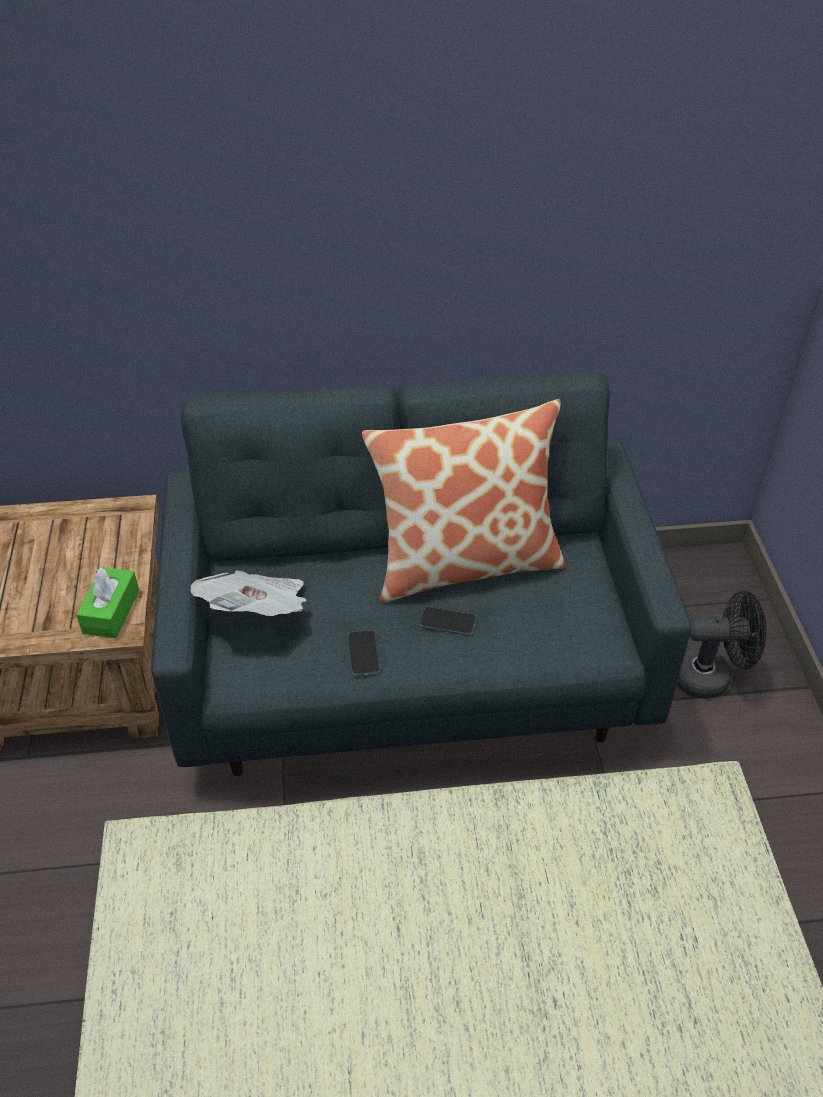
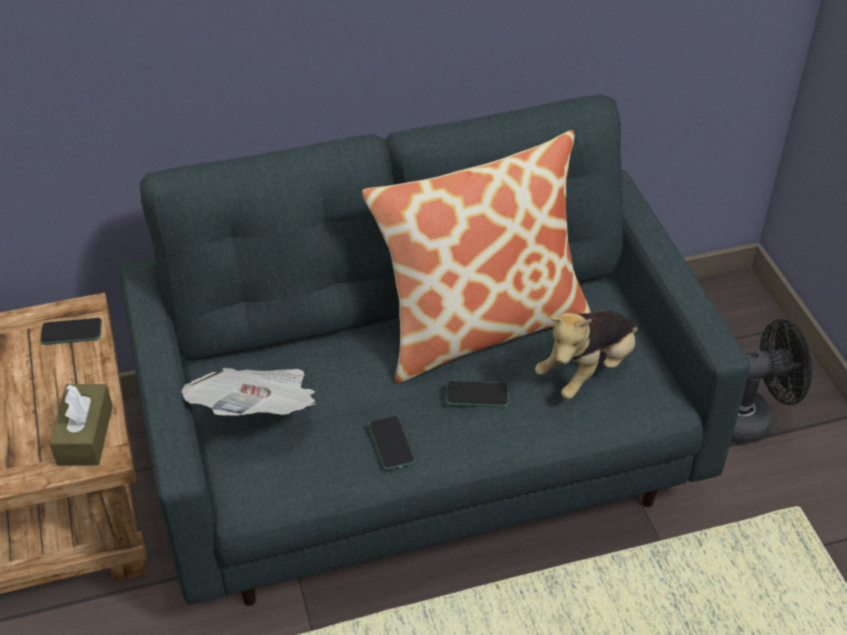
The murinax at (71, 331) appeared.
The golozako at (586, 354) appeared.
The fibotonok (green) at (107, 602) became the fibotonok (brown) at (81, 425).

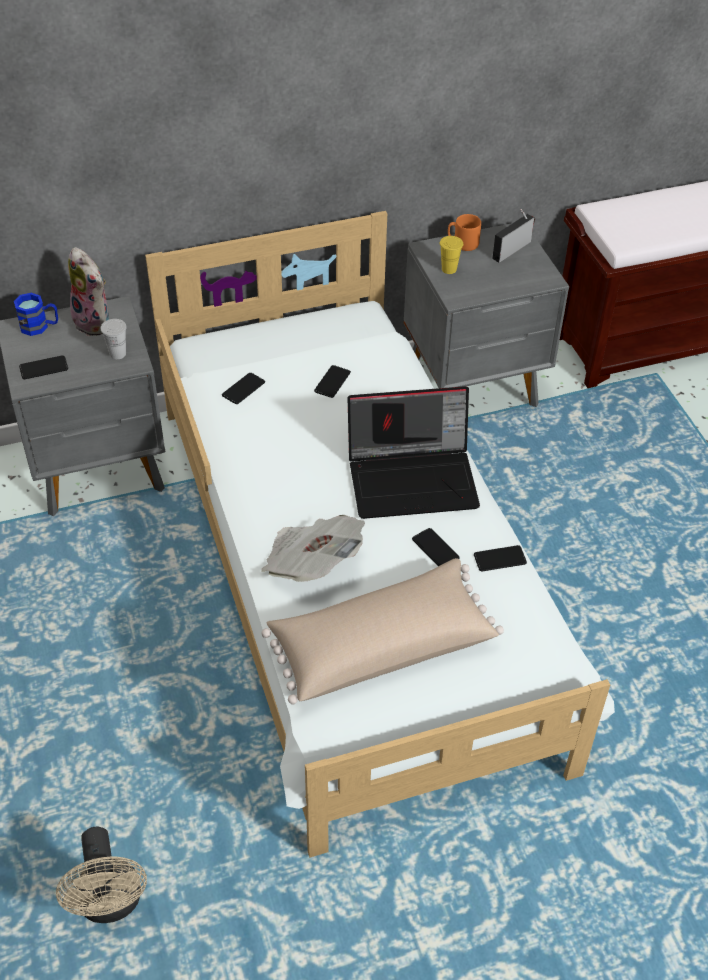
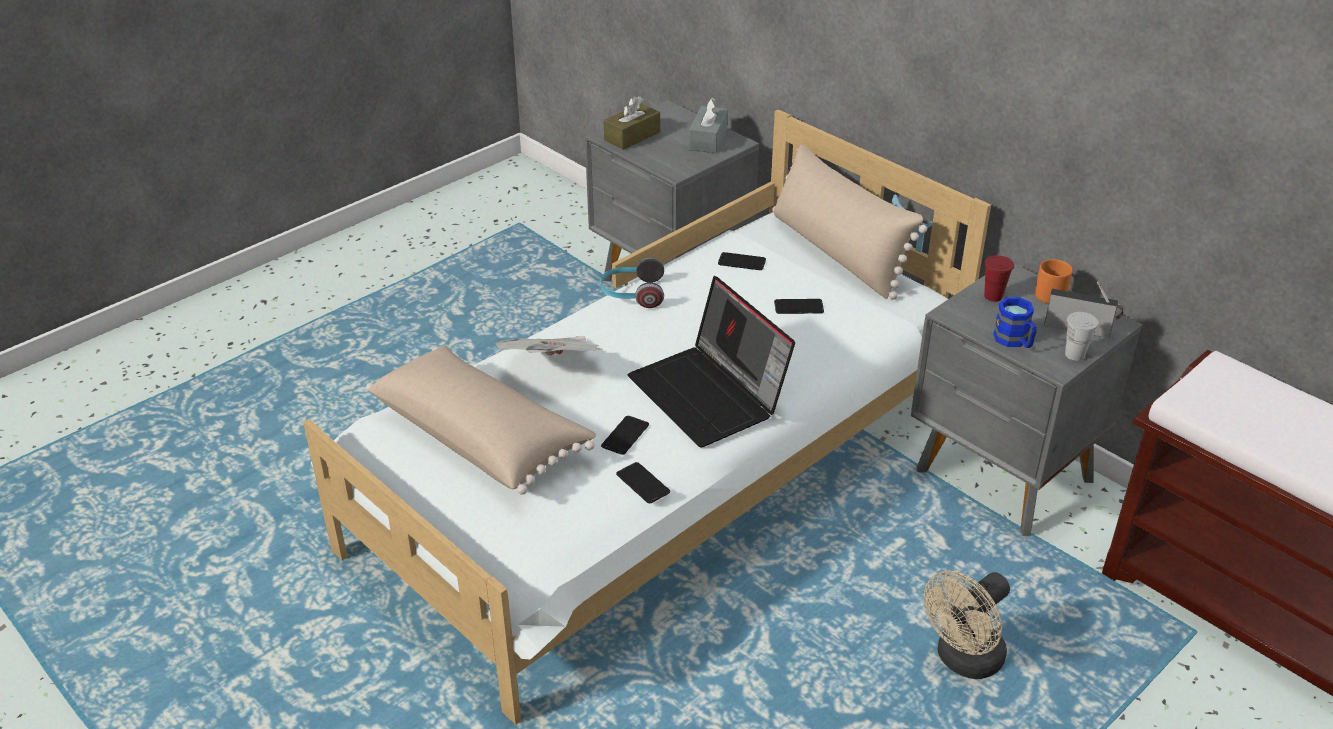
The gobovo at (632, 283) appeared.
The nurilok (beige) at (849, 222) appeared.
The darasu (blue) moved from (36, 314) to (1015, 322).
The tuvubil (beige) moved from (101, 875) to (966, 625).
The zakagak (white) moved from (114, 339) to (1082, 336).
The murinax at (43, 367) was replaced by the fibotonok (brown) at (632, 123).
The golozako at (88, 291) was replaced by the fibotonok (grey) at (708, 125).
The zakagak (yellow) at (451, 255) became the zakagak (red) at (999, 278).

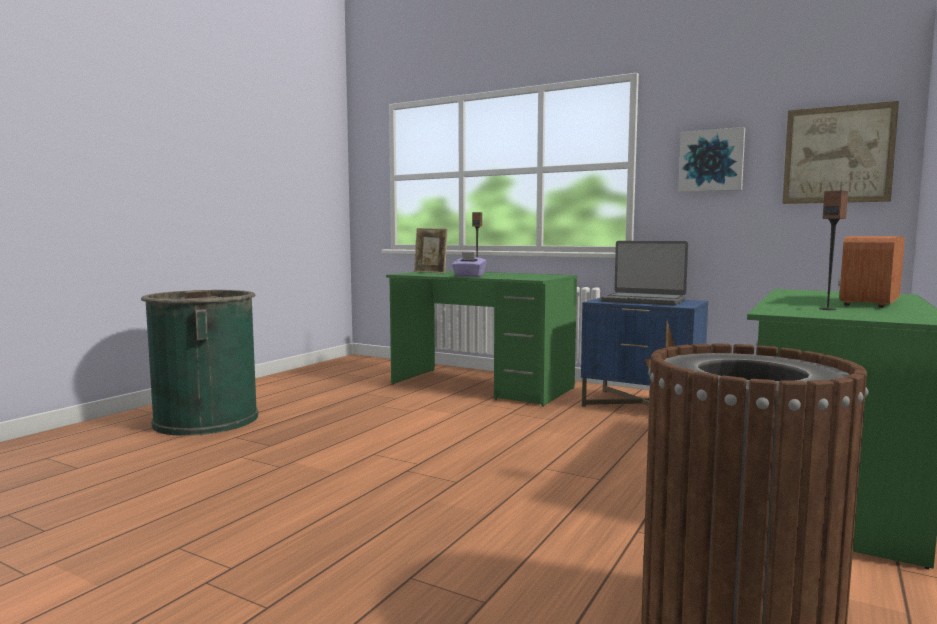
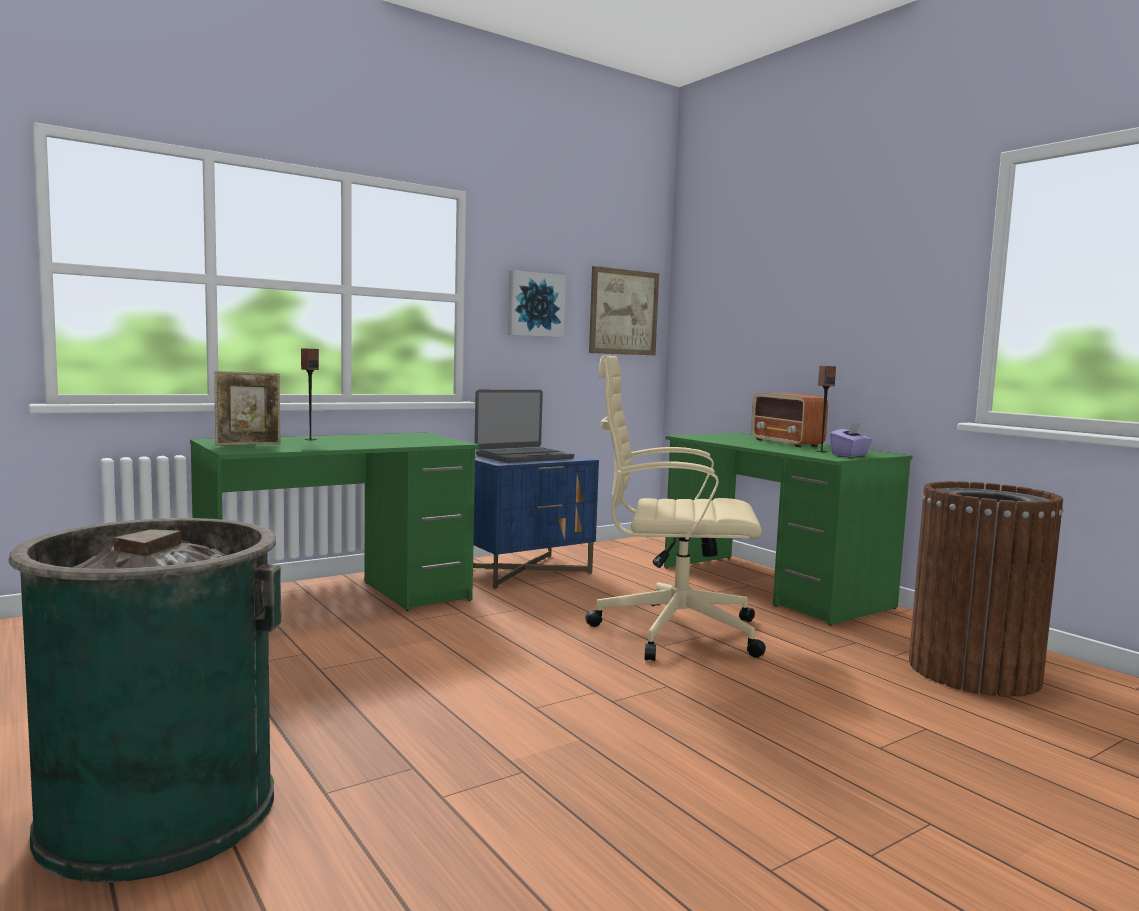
The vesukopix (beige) at (675, 508) appeared.
The fibotonok (purple) moved from (469, 264) to (851, 440).

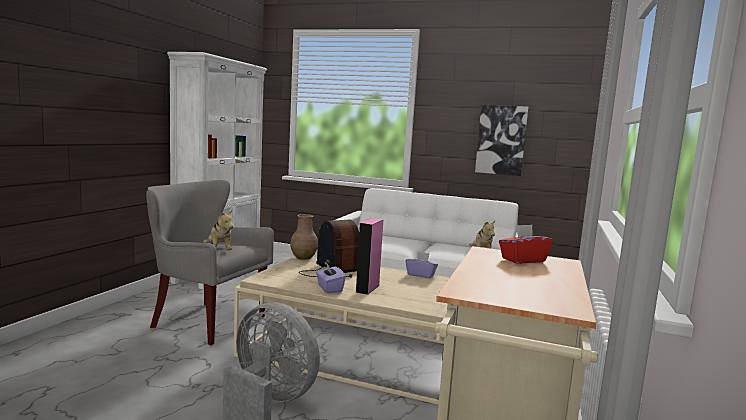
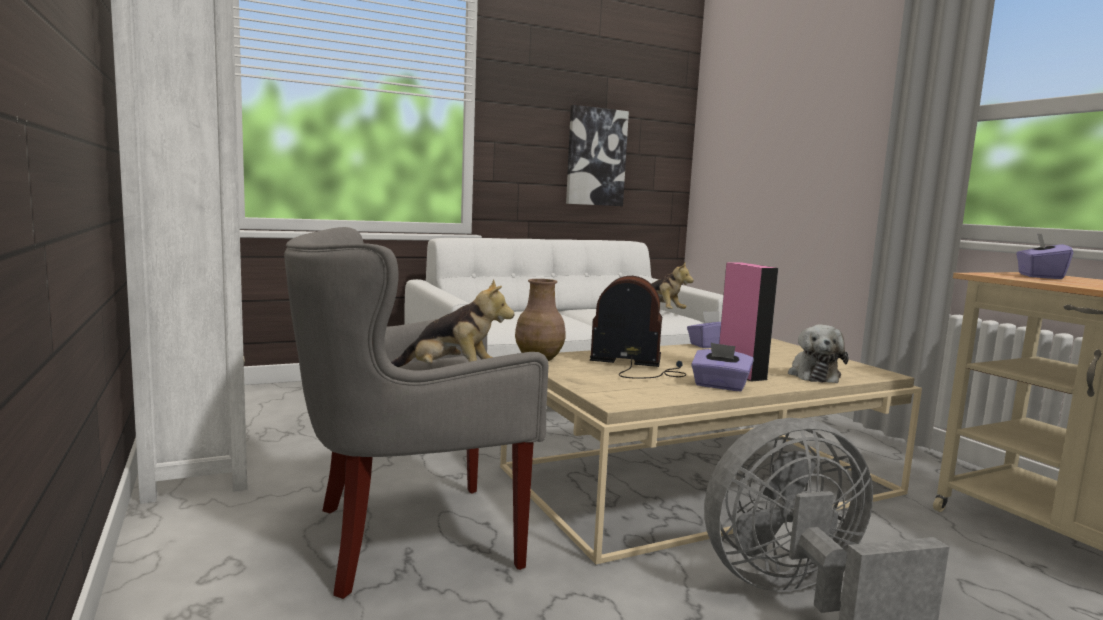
The golozako at (818, 353) appeared.
The fibotonok (red) at (526, 244) became the fibotonok (purple) at (1044, 256).

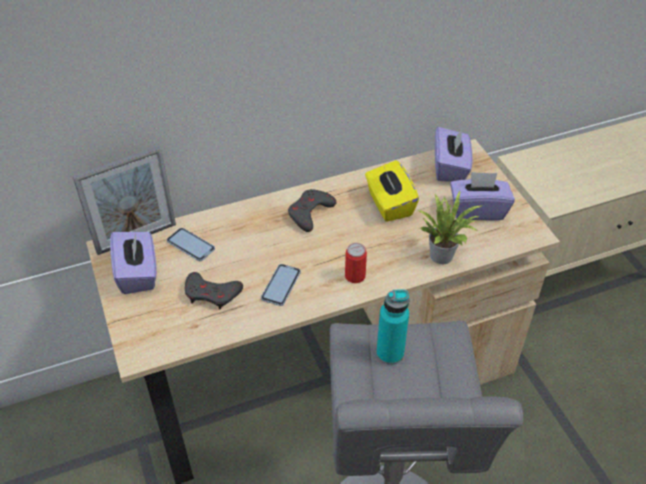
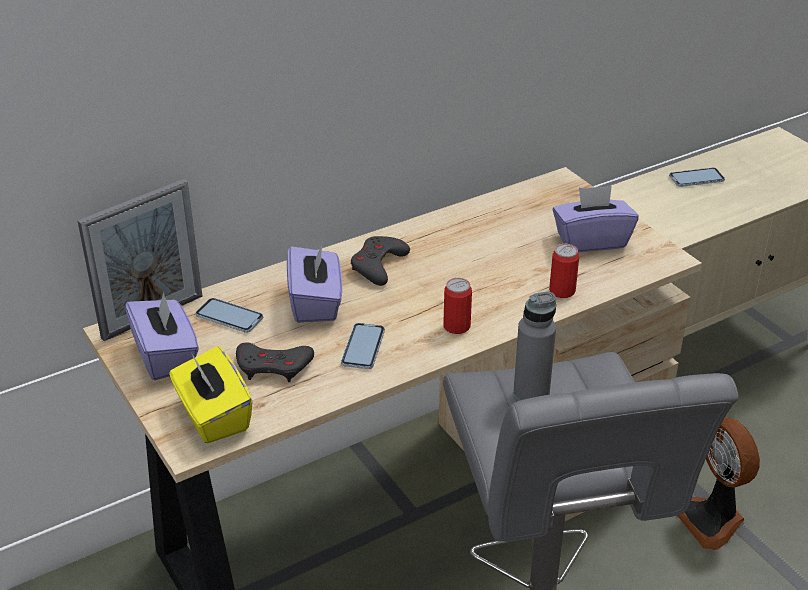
The murinax at (697, 177) appeared.
The tuvubil at (718, 483) appeared.
The fibotonok (yellow) moved from (392, 191) to (211, 395).
The fibotonok (purple) moved from (453, 154) to (314, 282).
The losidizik at (449, 227) was replaced by the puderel at (564, 271).
The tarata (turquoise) at (392, 327) became the tarata (grey) at (534, 346).

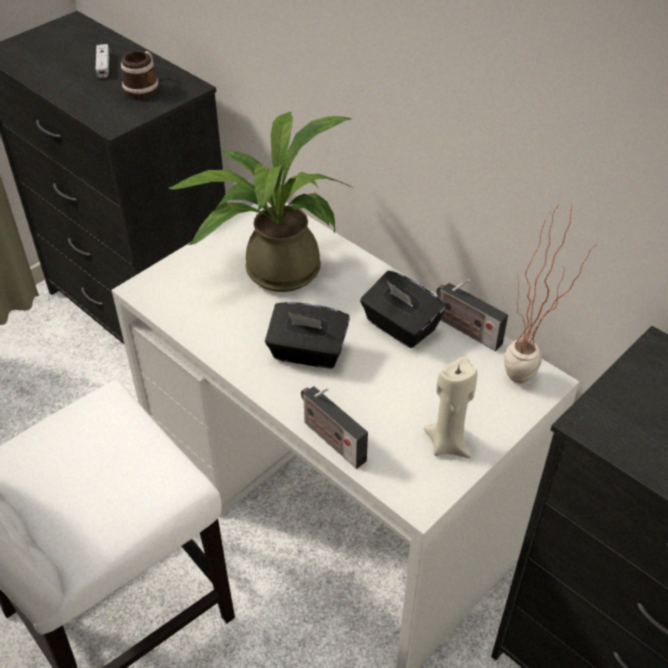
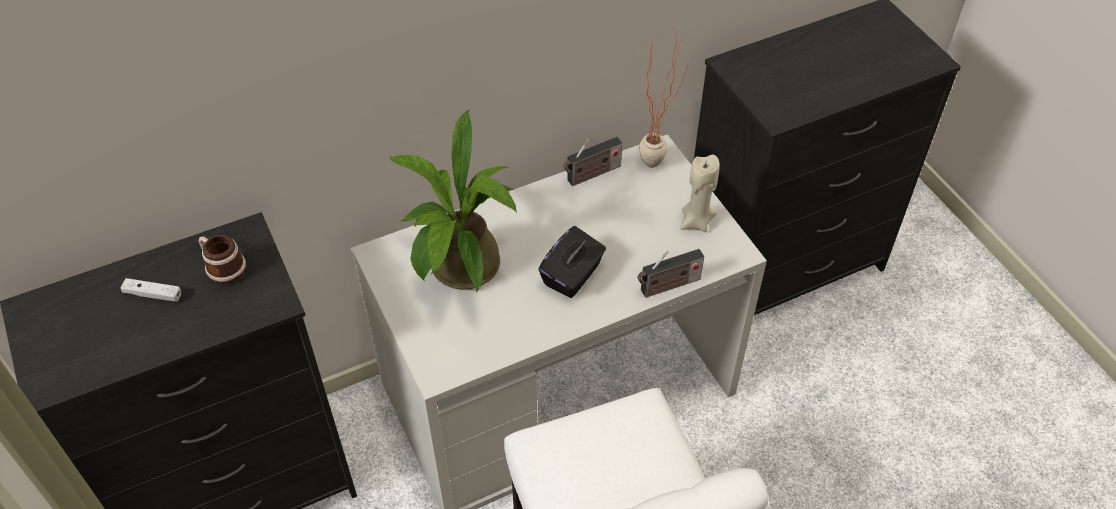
The fibotonok (black) at (402, 309) disappeared.

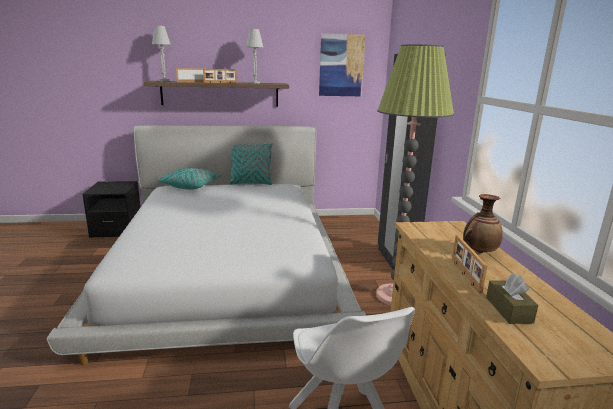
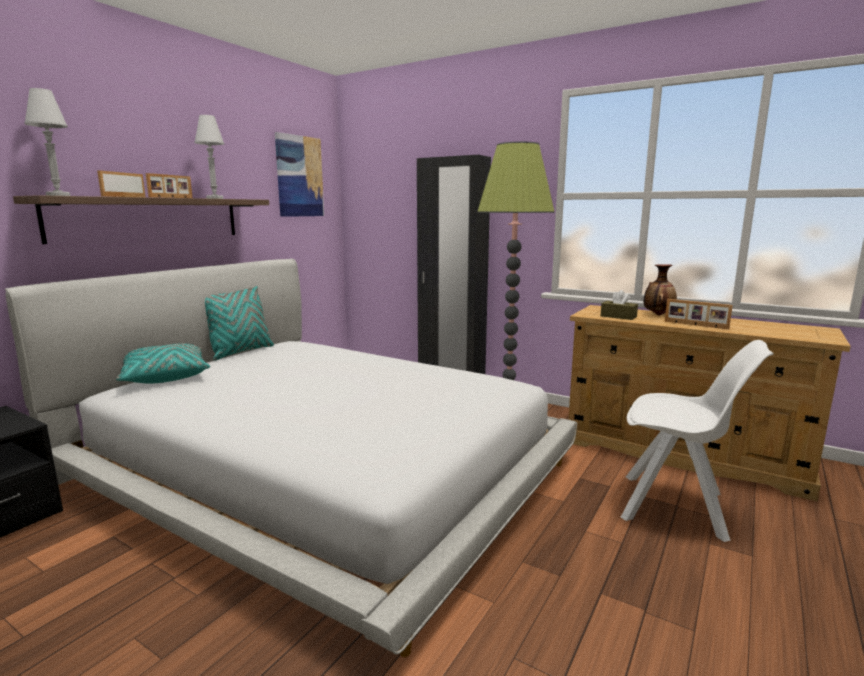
The fibotonok (brown) moved from (512, 298) to (619, 305).

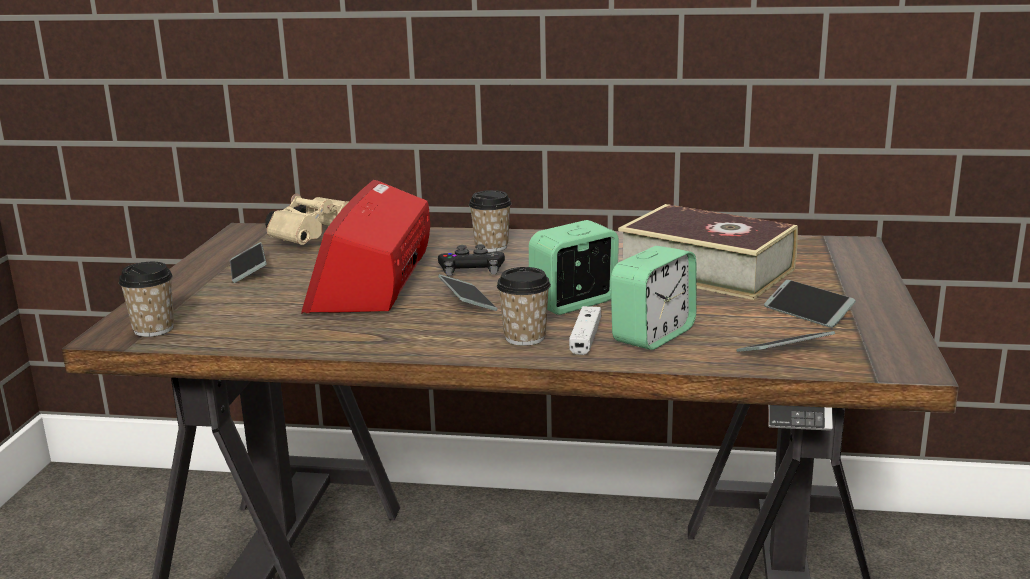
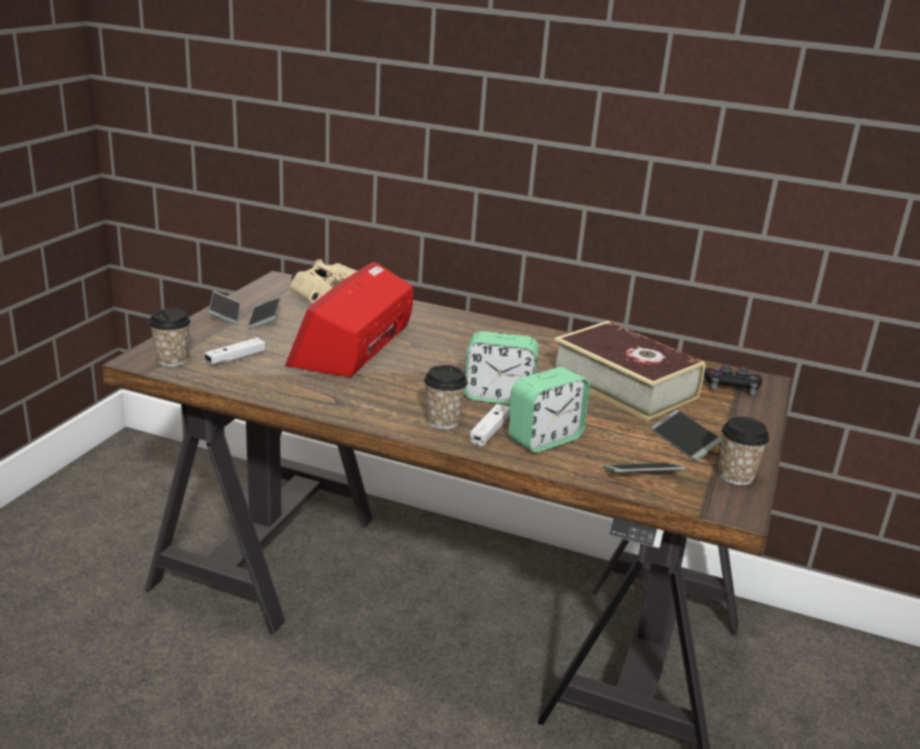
The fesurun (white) at (235, 351) appeared.
The fesurun (black) moved from (471, 260) to (733, 380).
The murinax moved from (468, 292) to (224, 307).
The zakagak moved from (490, 221) to (743, 451).
The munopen at (574, 267) turned 150 degrees counterclockwise.

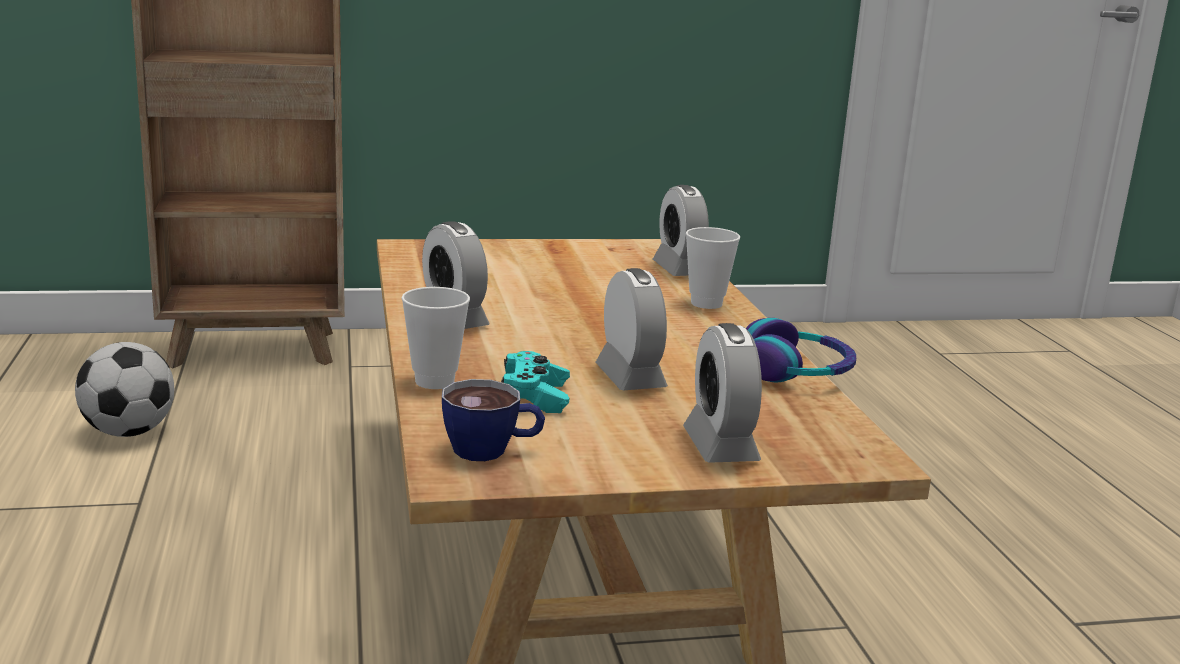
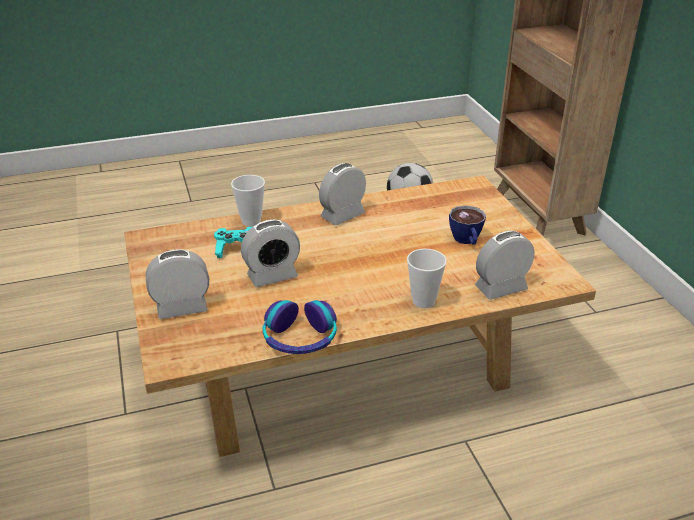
The zakagak moved from (493, 420) to (467, 225).

